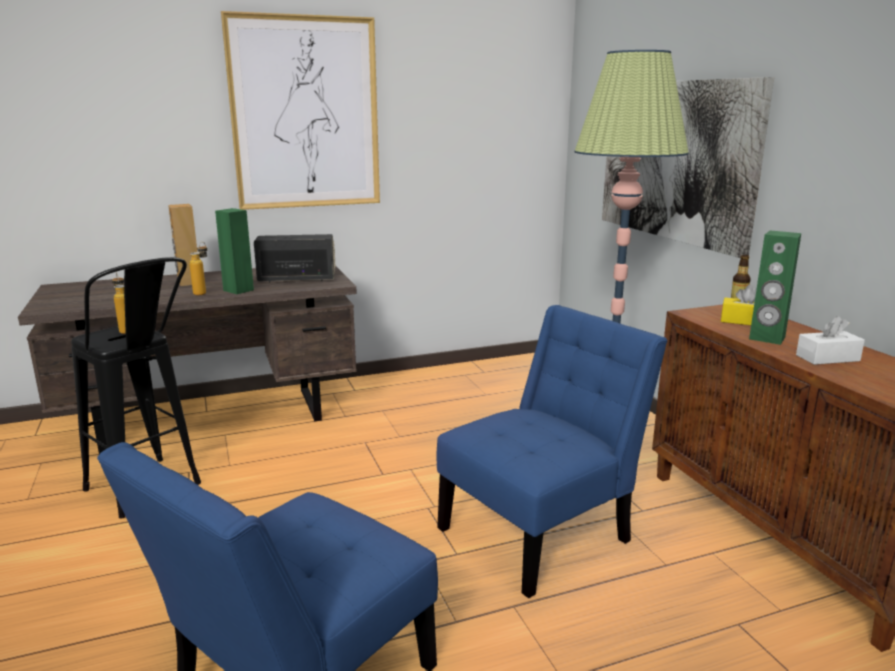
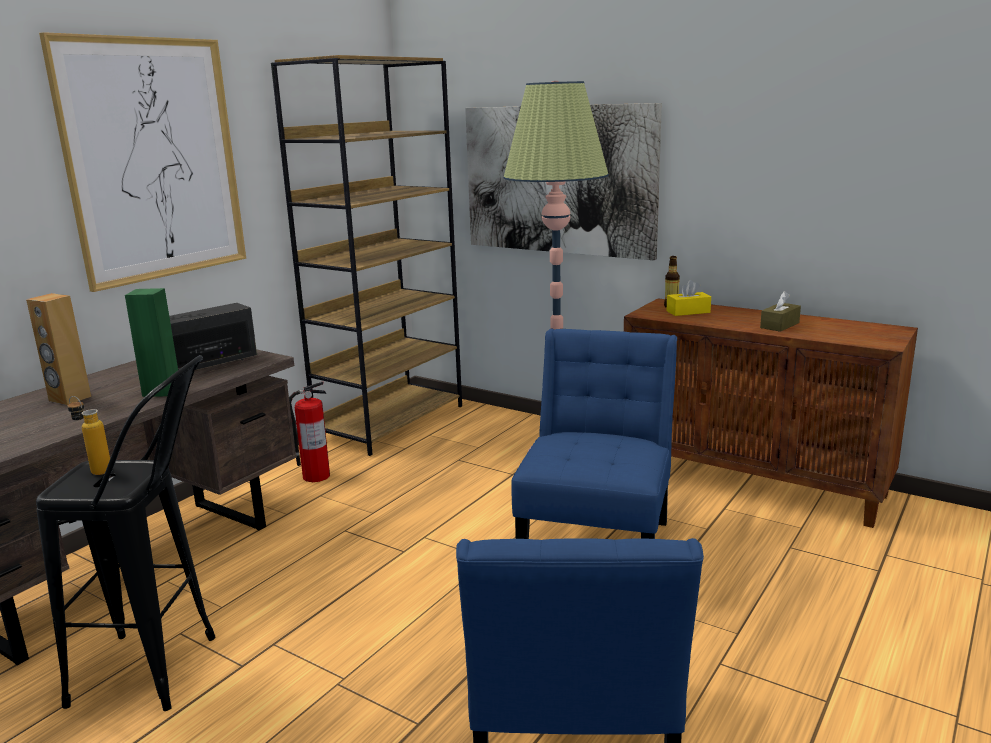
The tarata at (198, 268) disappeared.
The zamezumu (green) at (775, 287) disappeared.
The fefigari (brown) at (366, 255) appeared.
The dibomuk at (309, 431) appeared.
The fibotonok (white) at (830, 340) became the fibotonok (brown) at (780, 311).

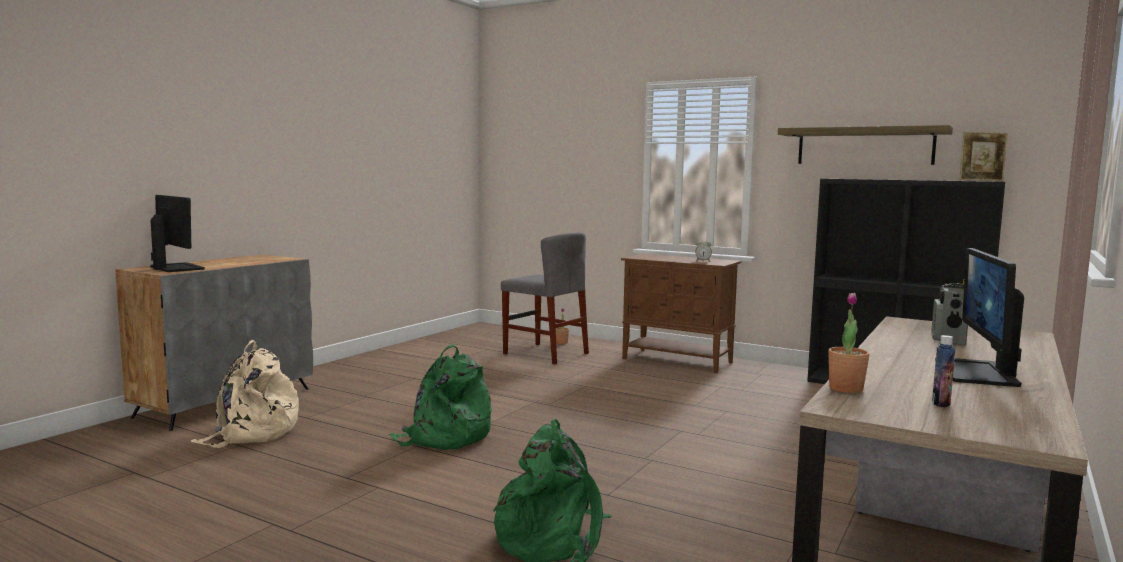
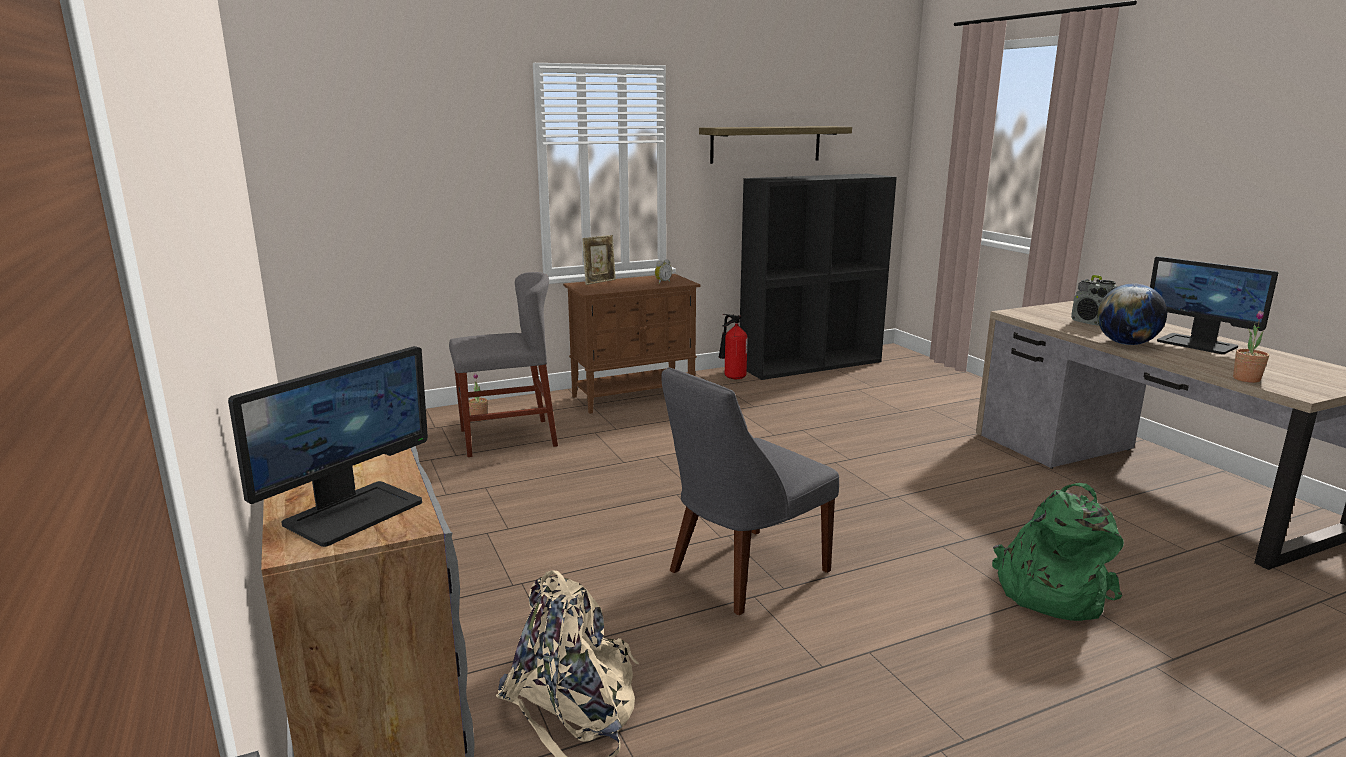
The tarata at (943, 371) disappeared.
The dibomuk at (733, 346) appeared.
The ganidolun at (1132, 314) appeared.
The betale moved from (983, 156) to (599, 260).
The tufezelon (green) at (440, 397) was replaced by the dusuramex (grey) at (750, 491).
The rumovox at (177, 233) turned 135 degrees clockwise.

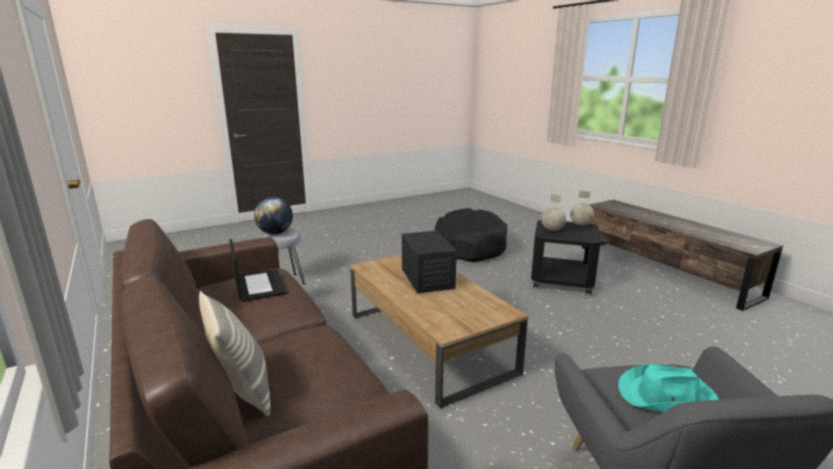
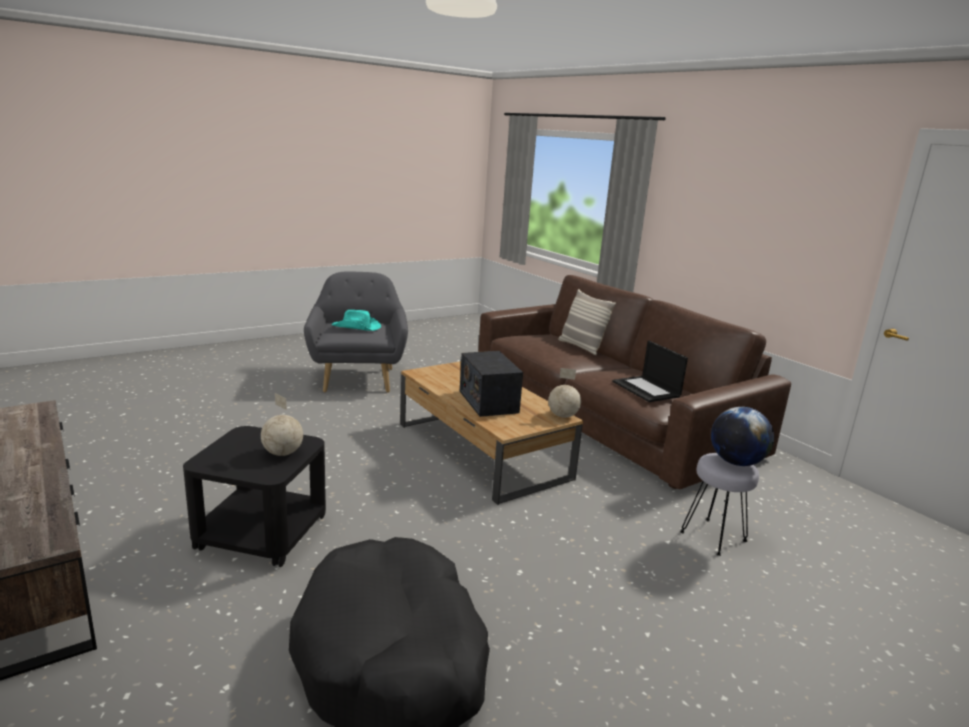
The ganidolun moved from (582, 208) to (564, 393).

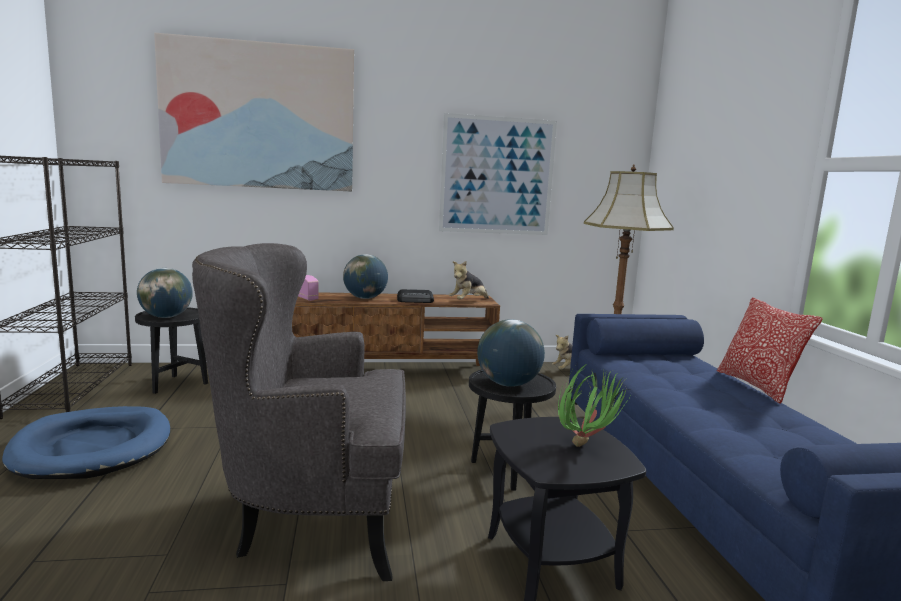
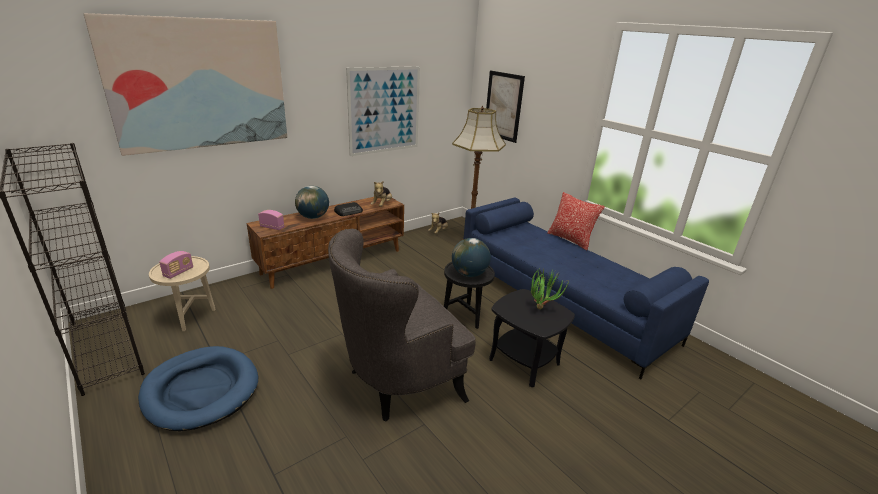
The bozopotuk at (505, 107) appeared.
The ganidolun at (165, 293) was replaced by the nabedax at (176, 265).
The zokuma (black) at (171, 350) became the zokuma (beige) at (182, 293).

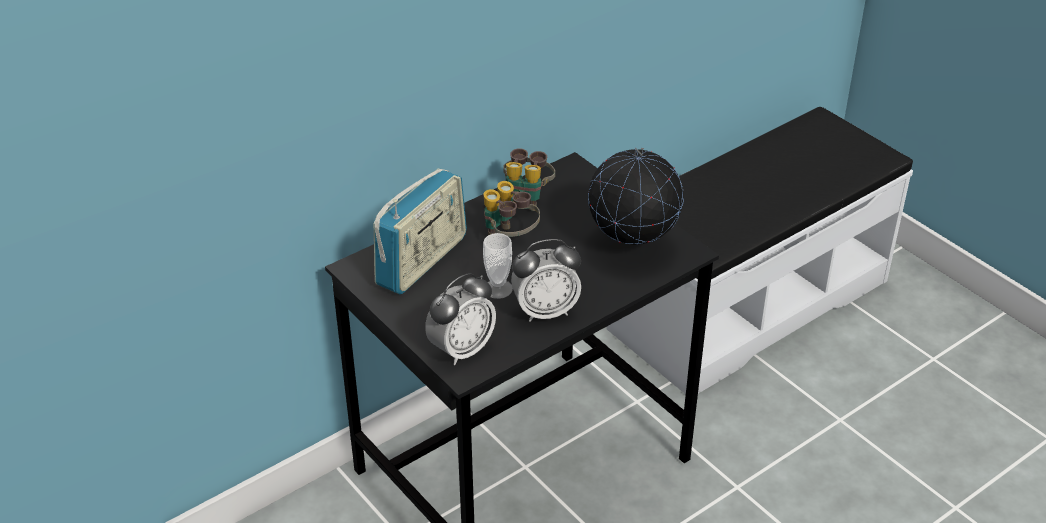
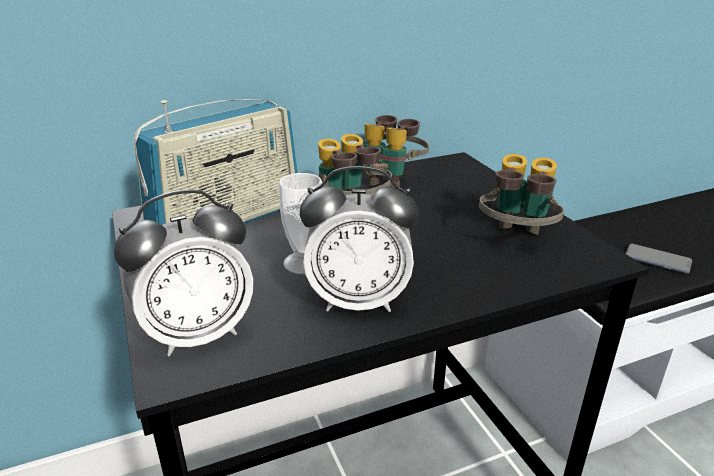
The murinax at (659, 258) appeared.
The ganidolun at (636, 196) was replaced by the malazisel at (521, 194).

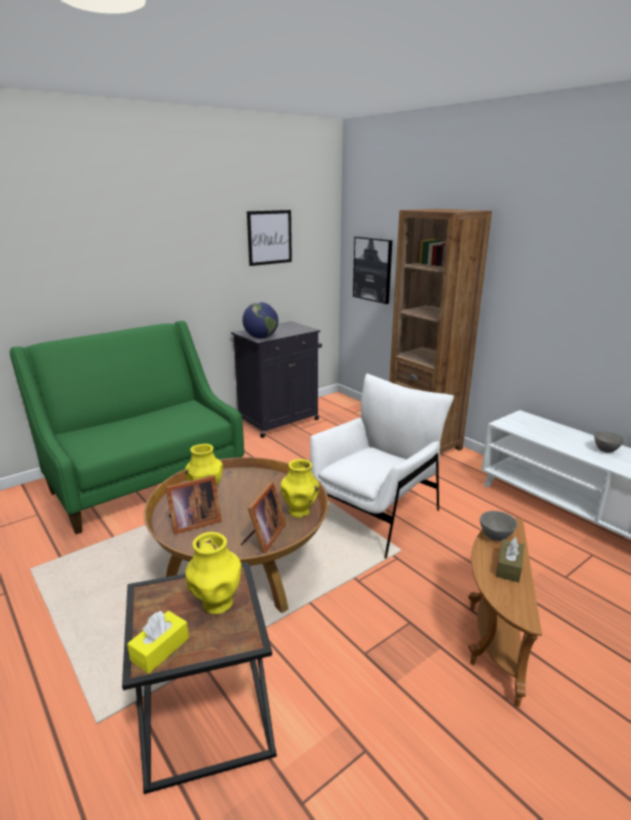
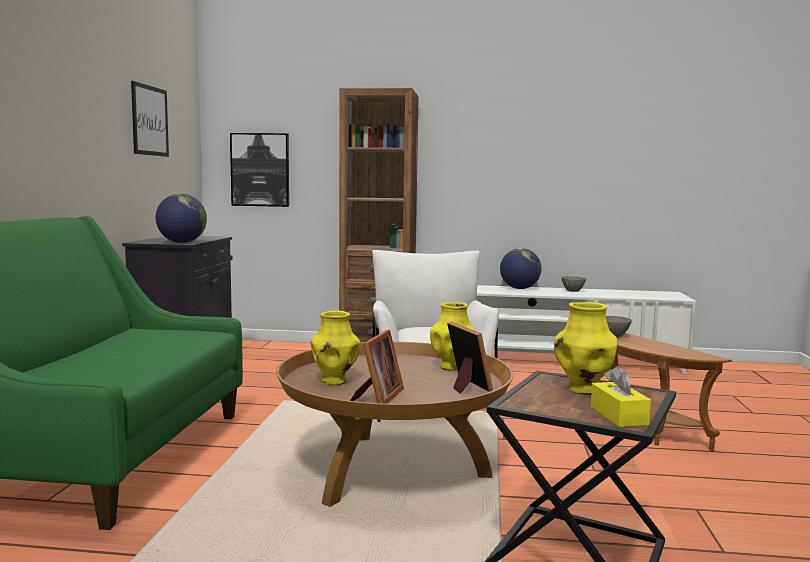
The fibotonok (brown) at (510, 560) disappeared.
The ganidolun at (520, 268) appeared.

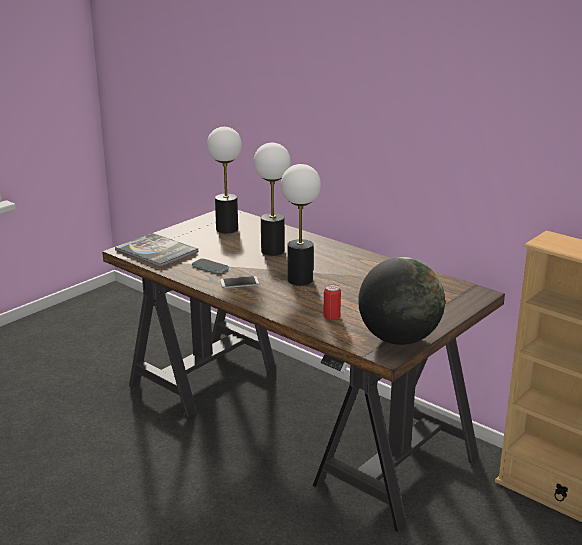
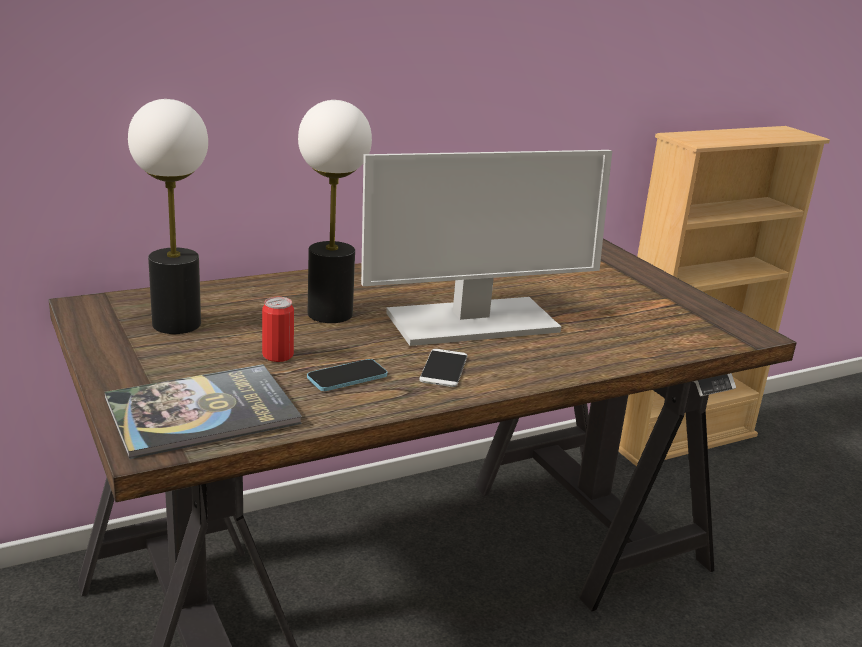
The ganidolun at (401, 301) disappeared.
The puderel moved from (332, 302) to (278, 329).
The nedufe at (301, 224) was replaced by the rumovox at (486, 248).

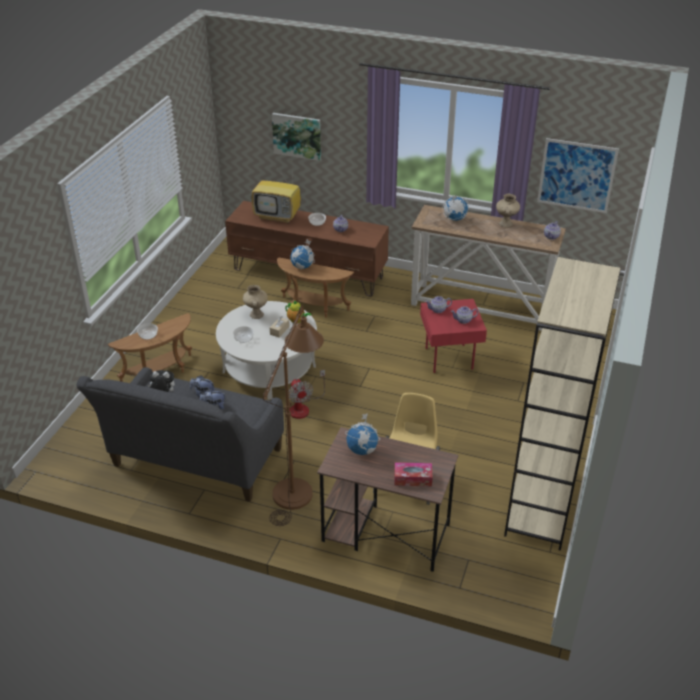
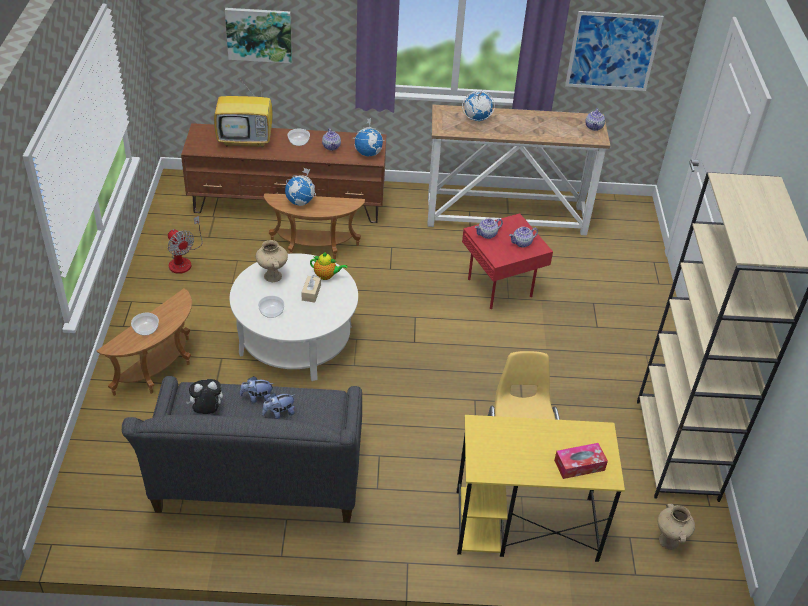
The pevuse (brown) at (293, 415) disappeared.
The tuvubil moved from (307, 394) to (185, 245).
The ganidolun moved from (362, 434) to (369, 137).
The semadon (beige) moved from (508, 211) to (676, 527).
The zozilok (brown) at (387, 499) became the zozilok (yellow) at (541, 488).

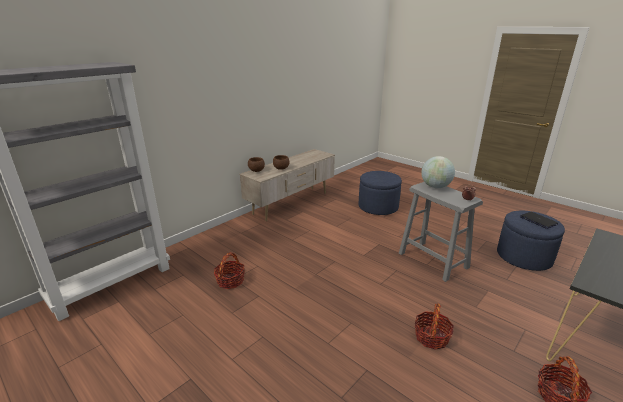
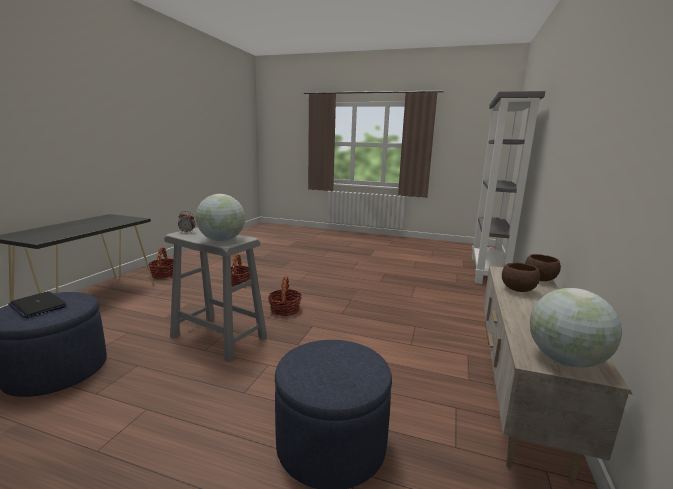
The ganidolun at (576, 328) appeared.
The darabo moved from (229, 270) to (285, 296).

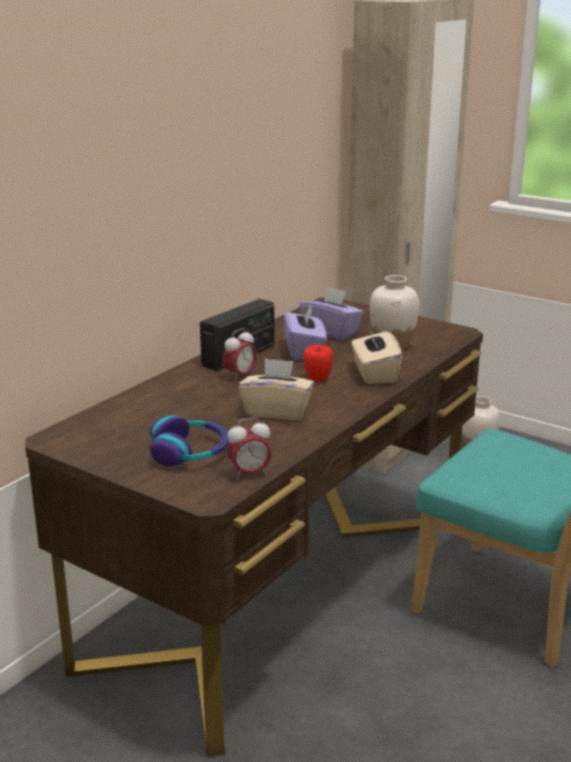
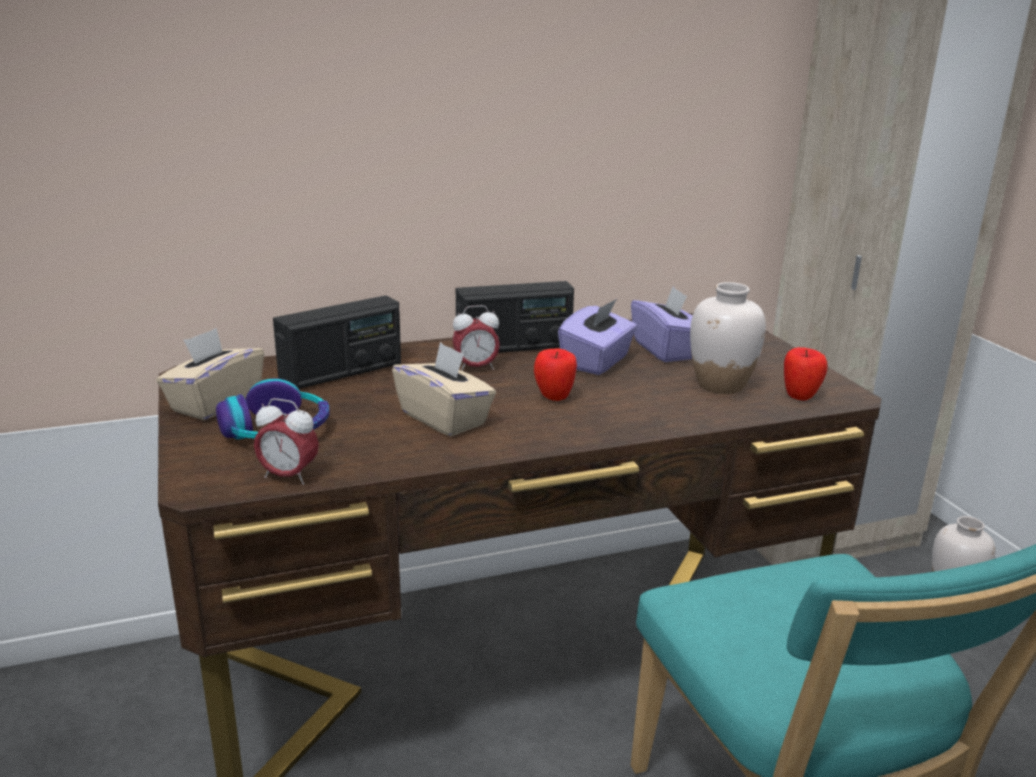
The nabedax at (337, 342) appeared.
The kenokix at (806, 374) appeared.
The fibotonok (beige) moved from (376, 355) to (210, 374).

